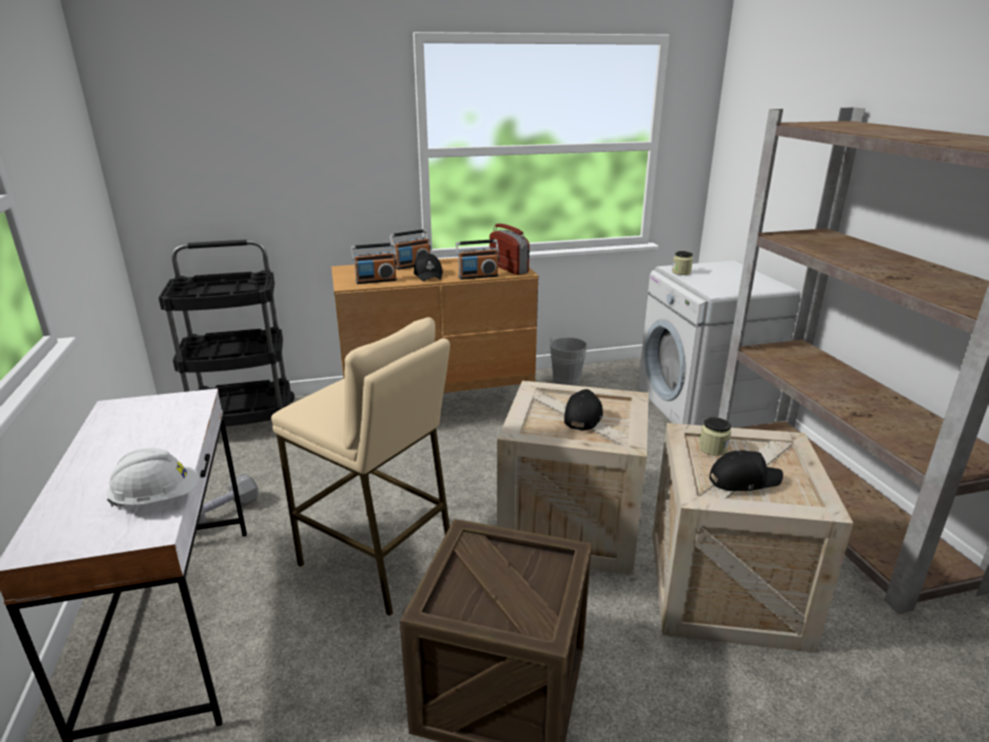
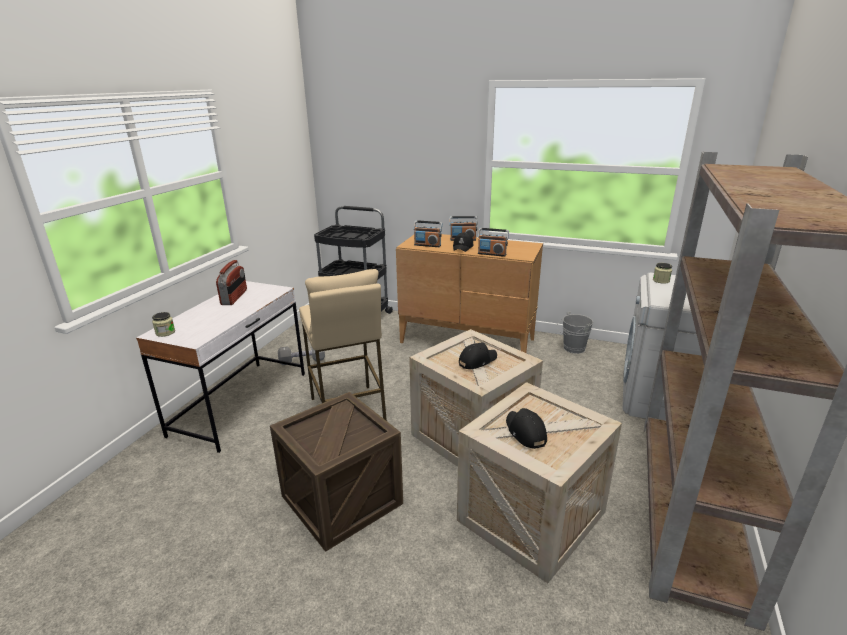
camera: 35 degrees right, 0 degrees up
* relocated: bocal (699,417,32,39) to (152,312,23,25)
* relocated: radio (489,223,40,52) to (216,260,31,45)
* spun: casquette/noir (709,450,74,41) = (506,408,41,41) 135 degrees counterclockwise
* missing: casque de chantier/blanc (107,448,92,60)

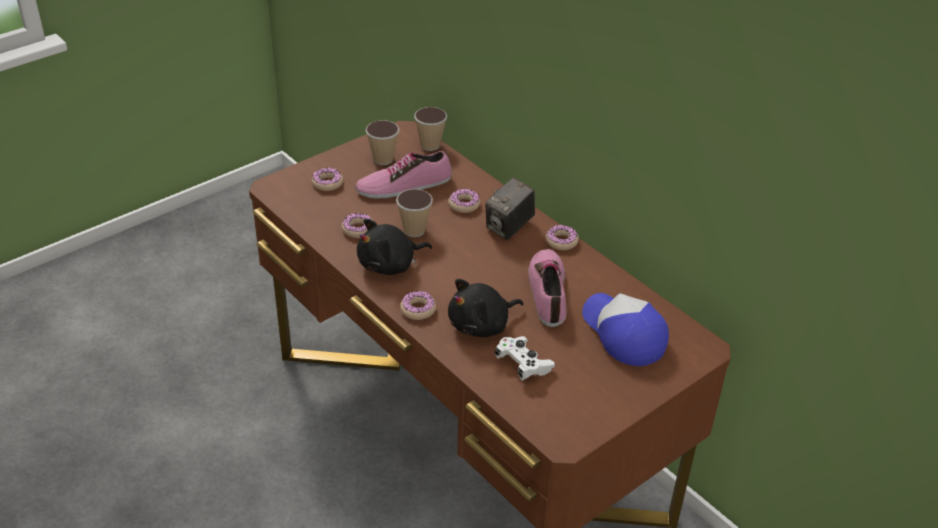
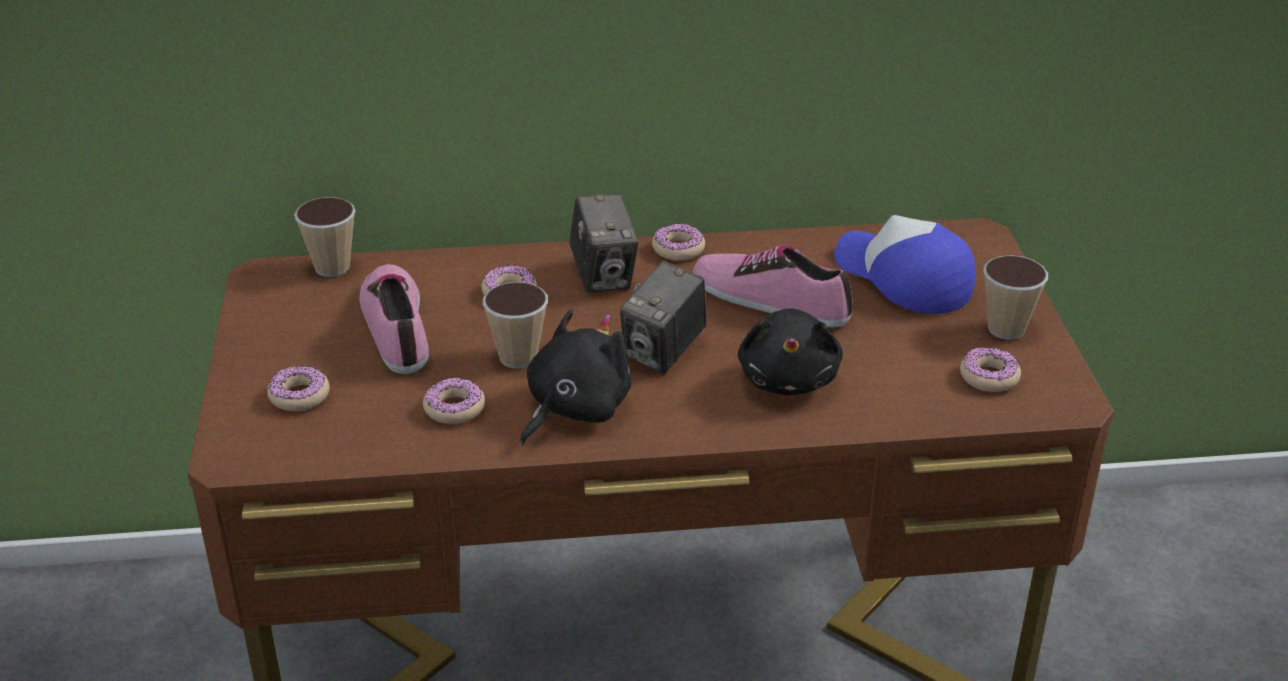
camera: 55 degrees left, 5 degrees down
* spun: chaussure (356,151,96,48) = (360,264,69,110) 150 degrees clockwise
* spun: peluche/noir (357,219,75,56) = (520,309,111,137) 150 degrees counterclockwise
* appeared: appareil photo (620,261,86,113)
* spun: casquette (582,293,87,73) = (834,215,142,99) 45 degrees clockwise
* relocated: beignet (400,291,36,29) to (960,347,61,45)
* relocated: tasse (366,120,33,45) to (983,255,65,85)
* missing: manette/blanc (495,336,60,45)

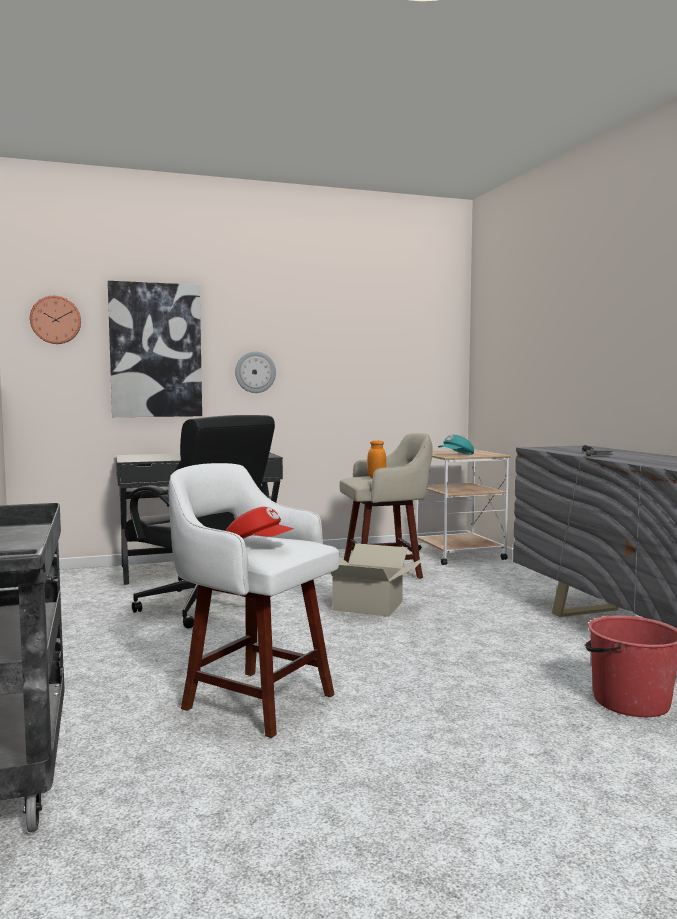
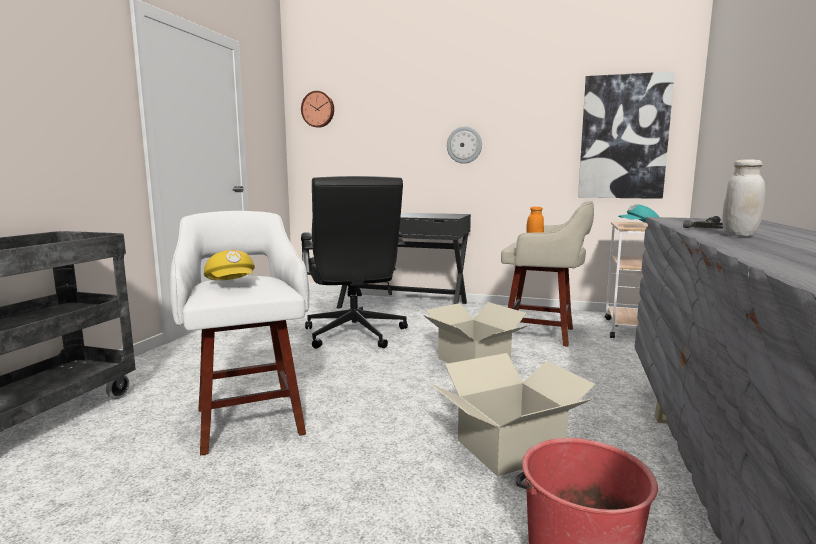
camera: 35 degrees right, 5 degrees up
* colour: casquette/rouge (226,507,67,32) to casquette/jaune (204,250,51,30)
* appeared: carton (431,353,165,124)
* relocated: tableau (108,281,94,136) to (578,71,97,128)
* appeared: bocal/blanc (722,160,44,76)

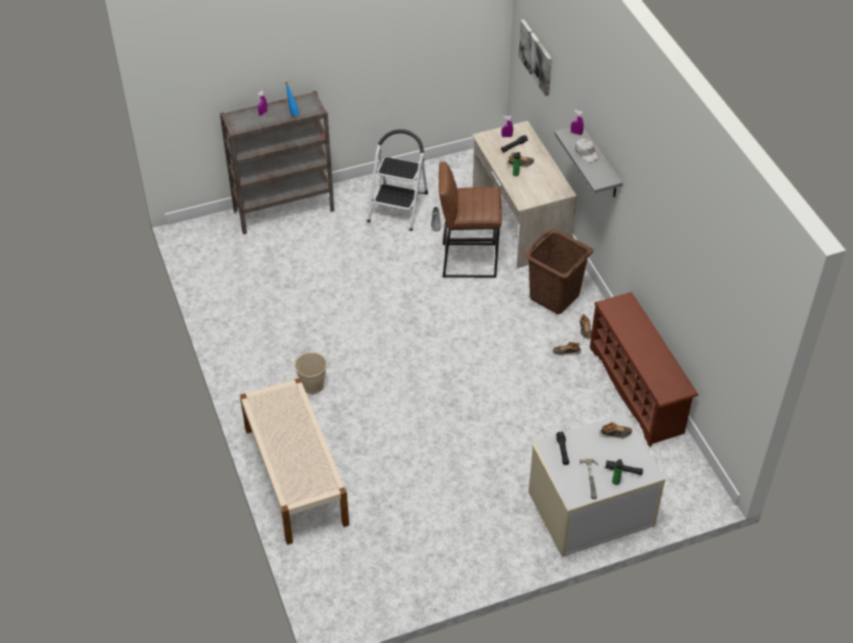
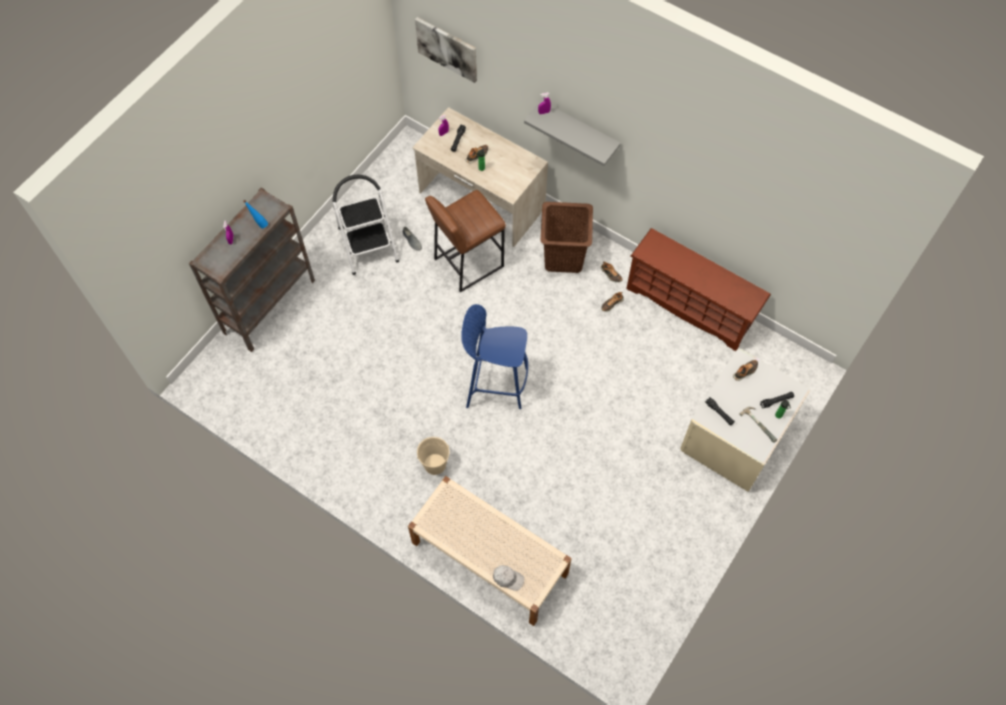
camera: 35 degrees left, 15 degrees up
* appeared: tabouret/bleu (461,304,67,105)
* relocated: casquette/blanc (575,138,25,25) to (493,565,31,26)

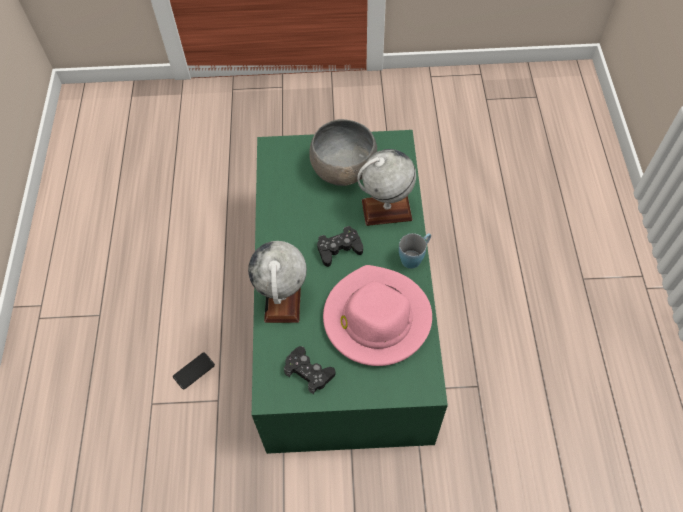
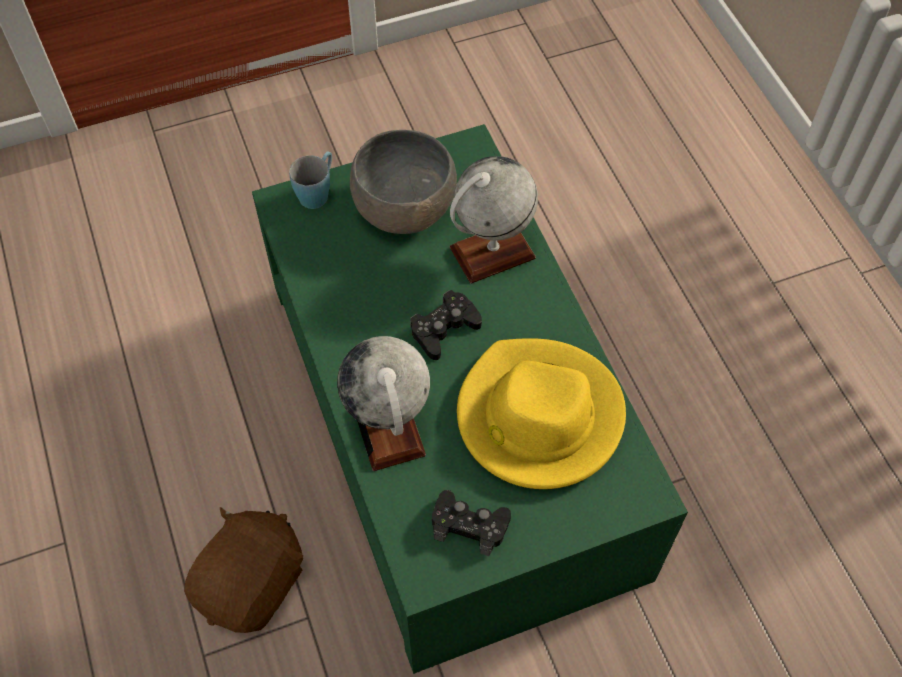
camera: 20 degrees left, 0 degrees up
* exchanged: téléphone (173,353,42,36) to peluche/marron (184,507,119,126)
* relocated: mug/bleu (399,233,32,36) to (289,151,43,58)
* colour: chapeau/rose (323,265,109,101) to chapeau/jaune (457,338,169,151)

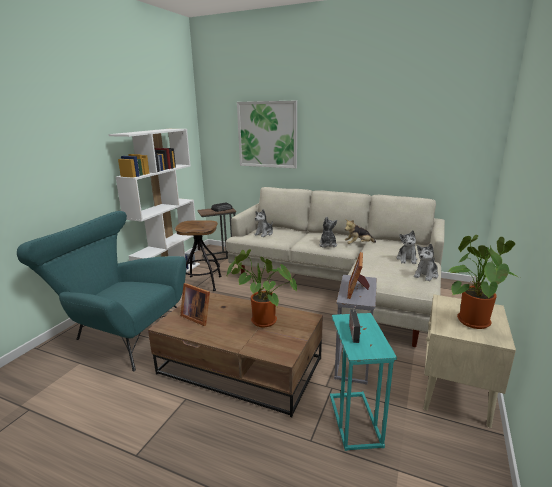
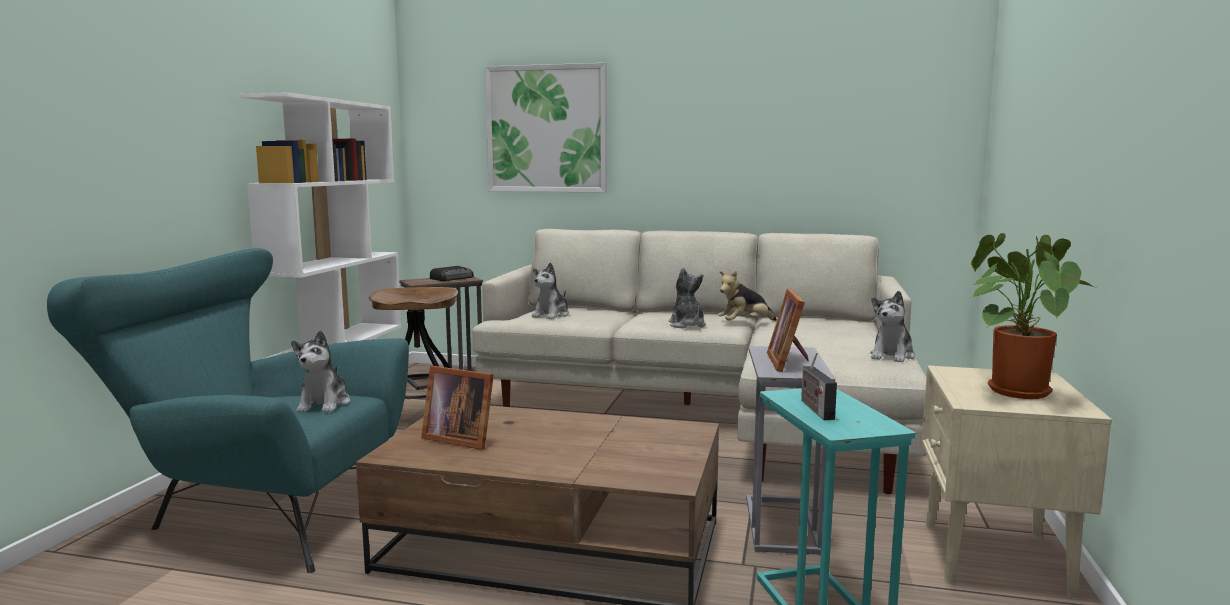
camera: 10 degrees left, 10 degrees down
* relocated: peluche (397,230,21,34) to (291,330,59,83)
* missing: plante en pot (227,249,70,78)

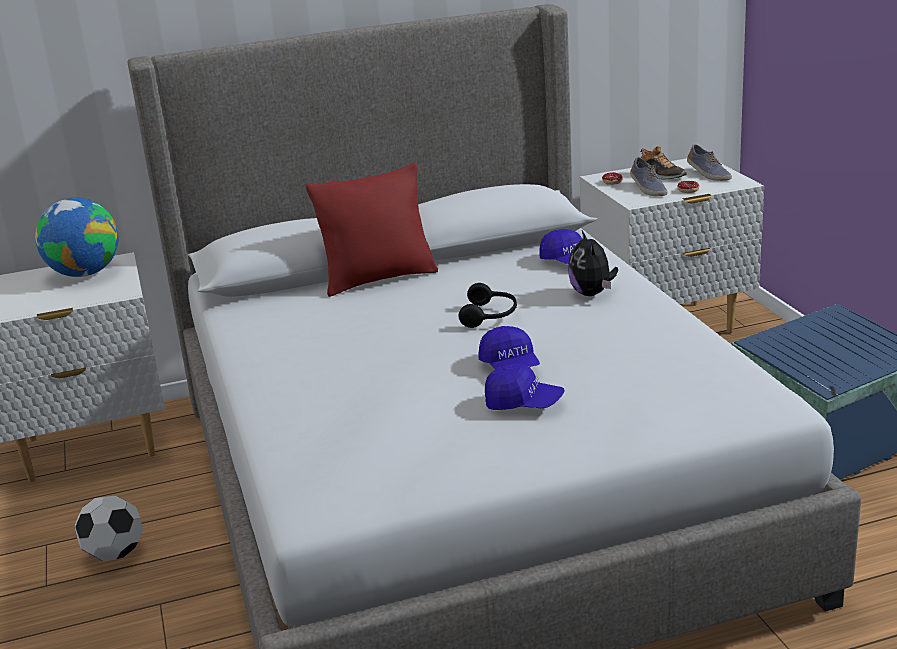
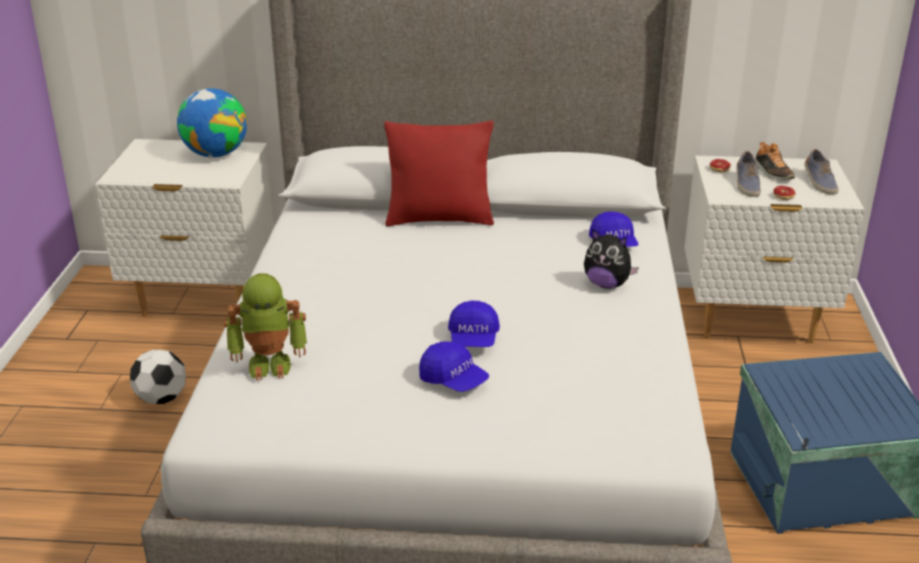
camera: 20 degrees right, 5 degrees up
* appeared: robot jouet (224,273,83,108)
* spun: peluche (568,231,50,65) = (584,229,55,60) 75 degrees counterclockwise
* missing: casque audio/noir (459,283,58,45)

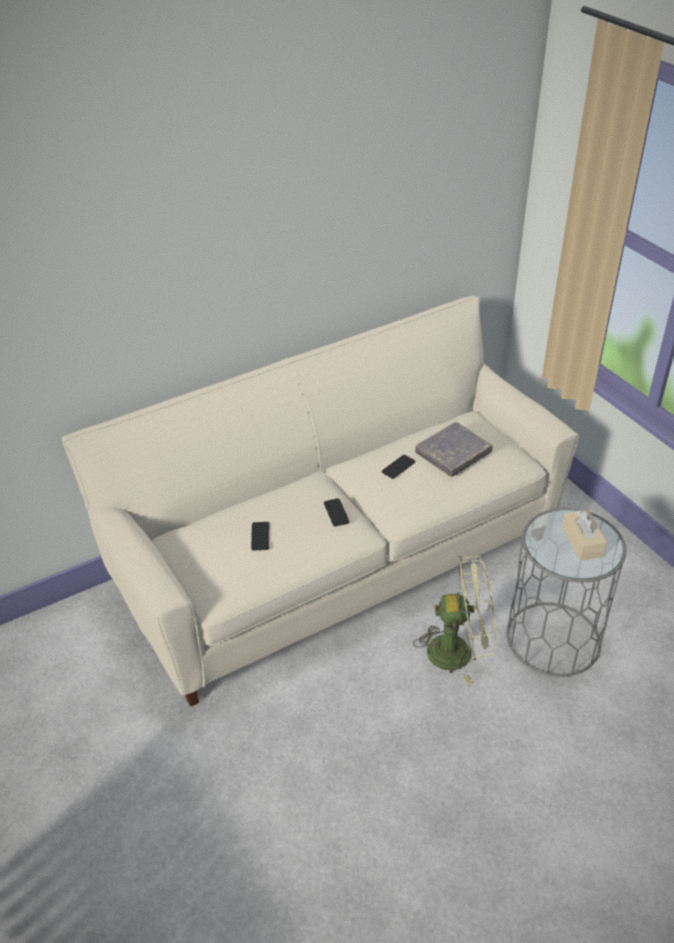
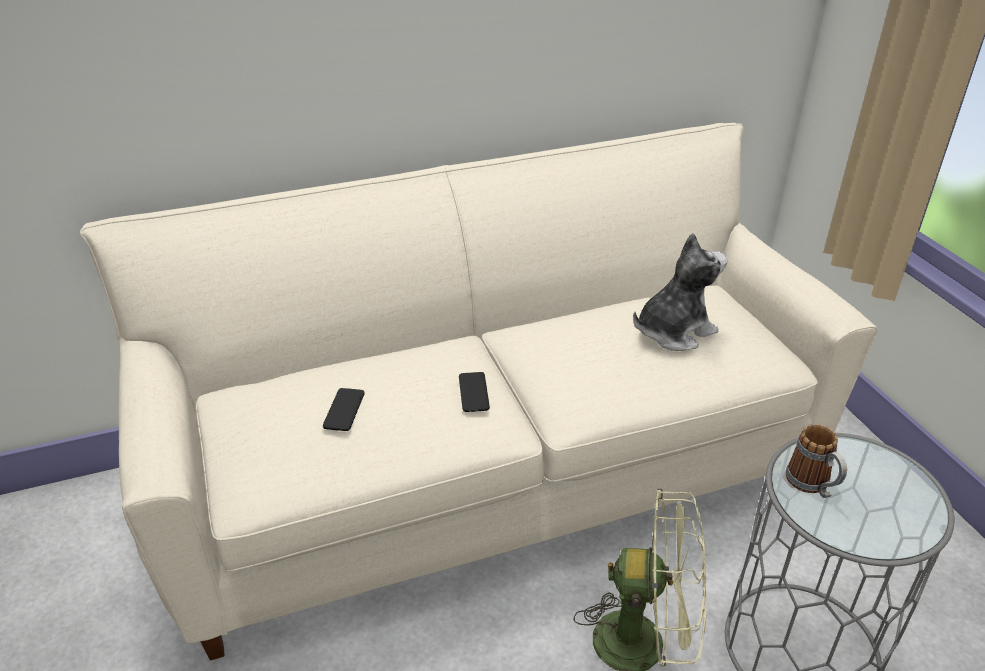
camera: 10 degrees right, 5 degrees down
* exchanged: livre/gris (415,422,78,55) to peluche (633,233,94,118)
* appeared: mug (786,424,61,74)
* missing: téléphone (382,455,33,24)
* missing: boîte à mouchoirs/beige (562,510,45,51)

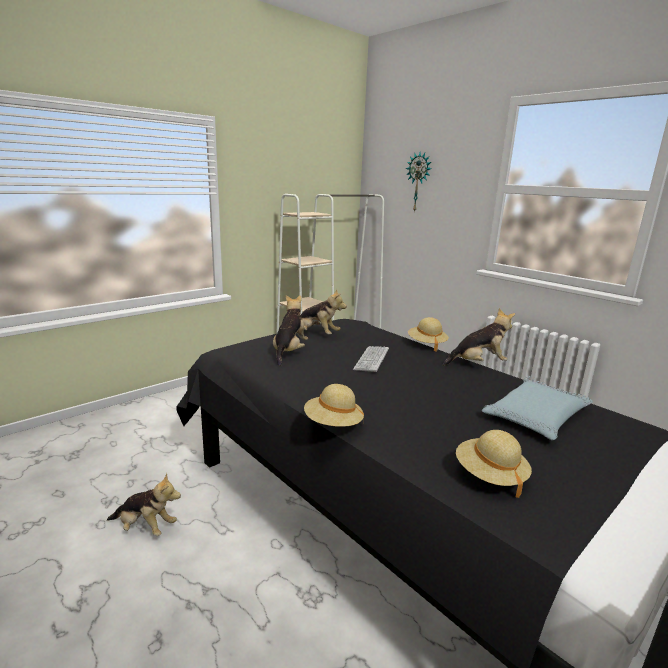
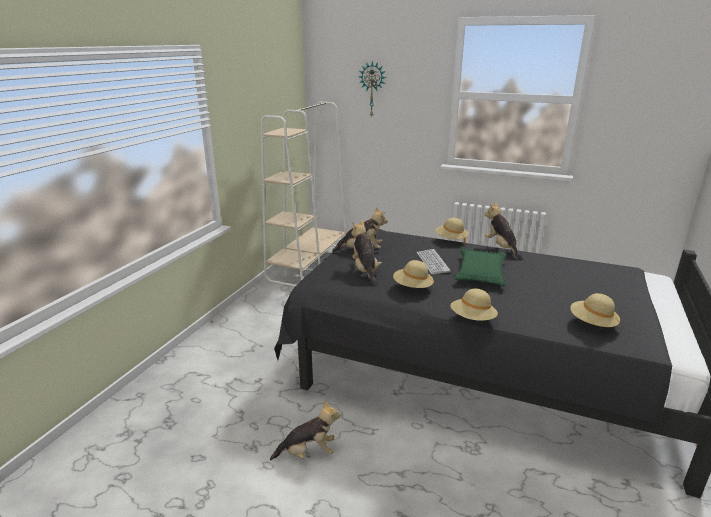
camera: 25 degrees left, 5 degrees up
* appeared: chapeau/beige (393,260,41,30)
* appeared: coussin/vert (454,247,52,39)
* spun: peluche (443,308,72,58) = (485,202,37,57) 75 degrees counterclockwise
* missing: coussin/bleu (482,376,111,65)

